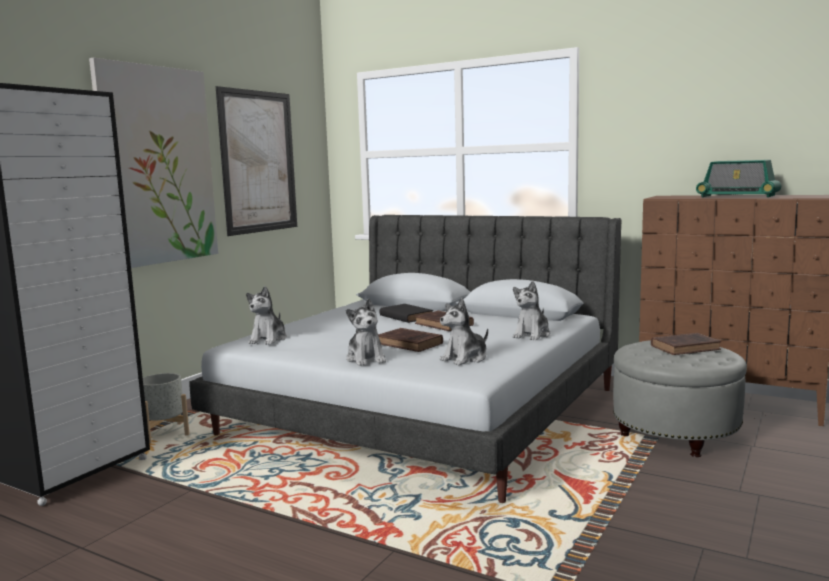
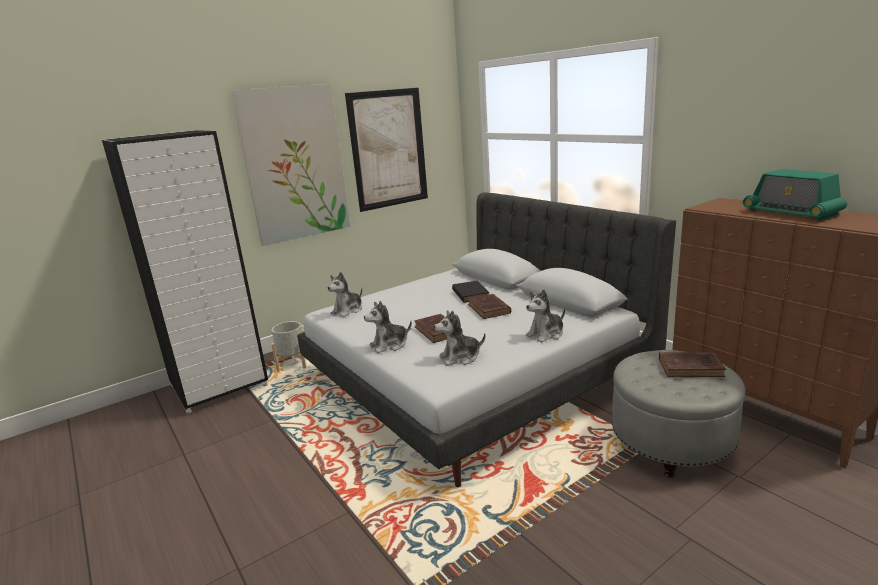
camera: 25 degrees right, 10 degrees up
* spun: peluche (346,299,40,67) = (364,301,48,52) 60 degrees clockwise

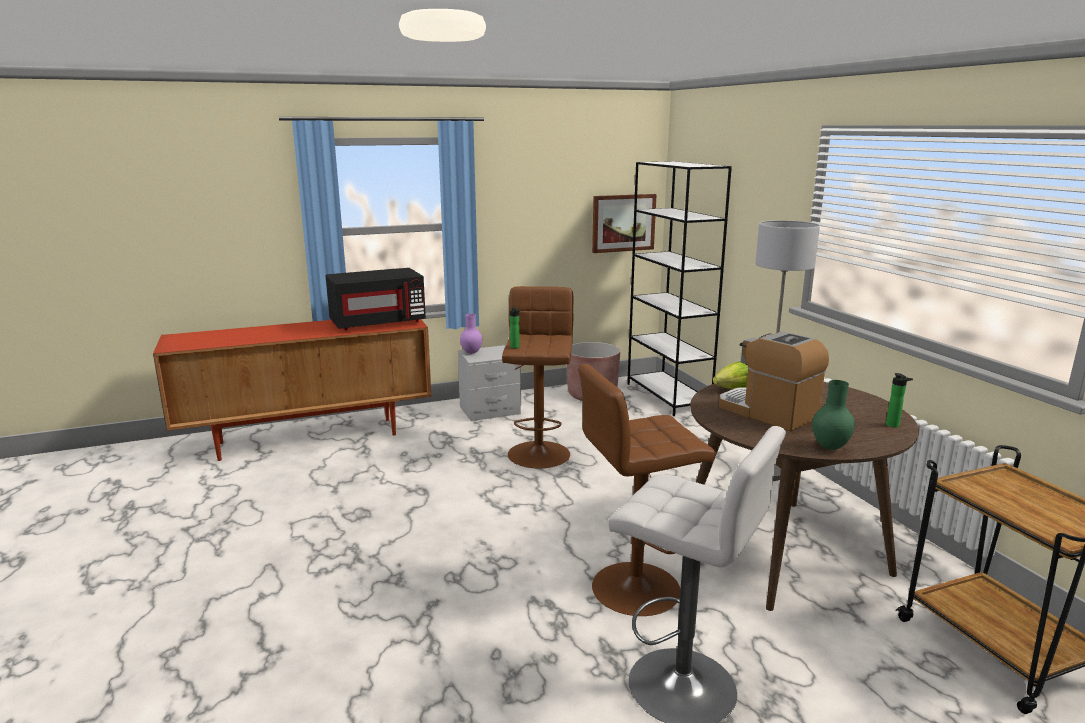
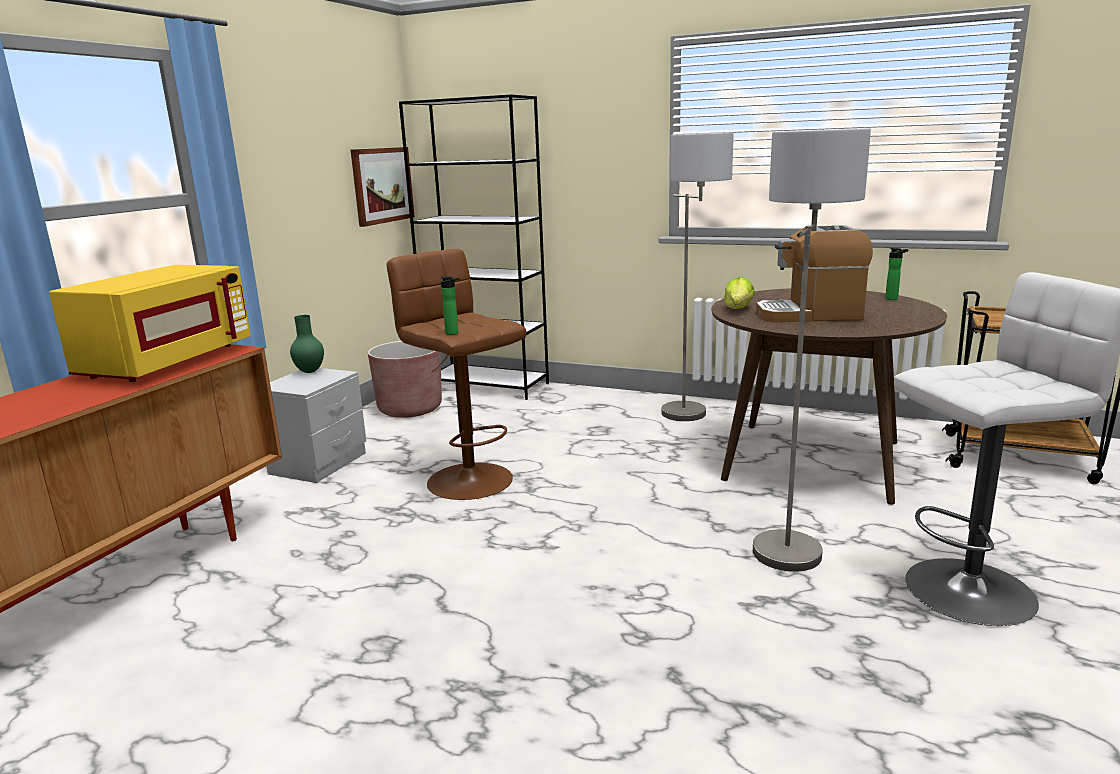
camera: 45 degrees left, 0 degrees up
* colour: micro-ondes/noir (326,268,100,62) to micro-ondes/jaune (49,265,202,117)
* relocated: vase/vert (812,380,43,70) to (290,315,34,58)
* exchanged: tabouret/marron (578,364,138,252) to lampadaire/gris (753,128,118,444)
* missing: vase/violet (460,314,22,40)

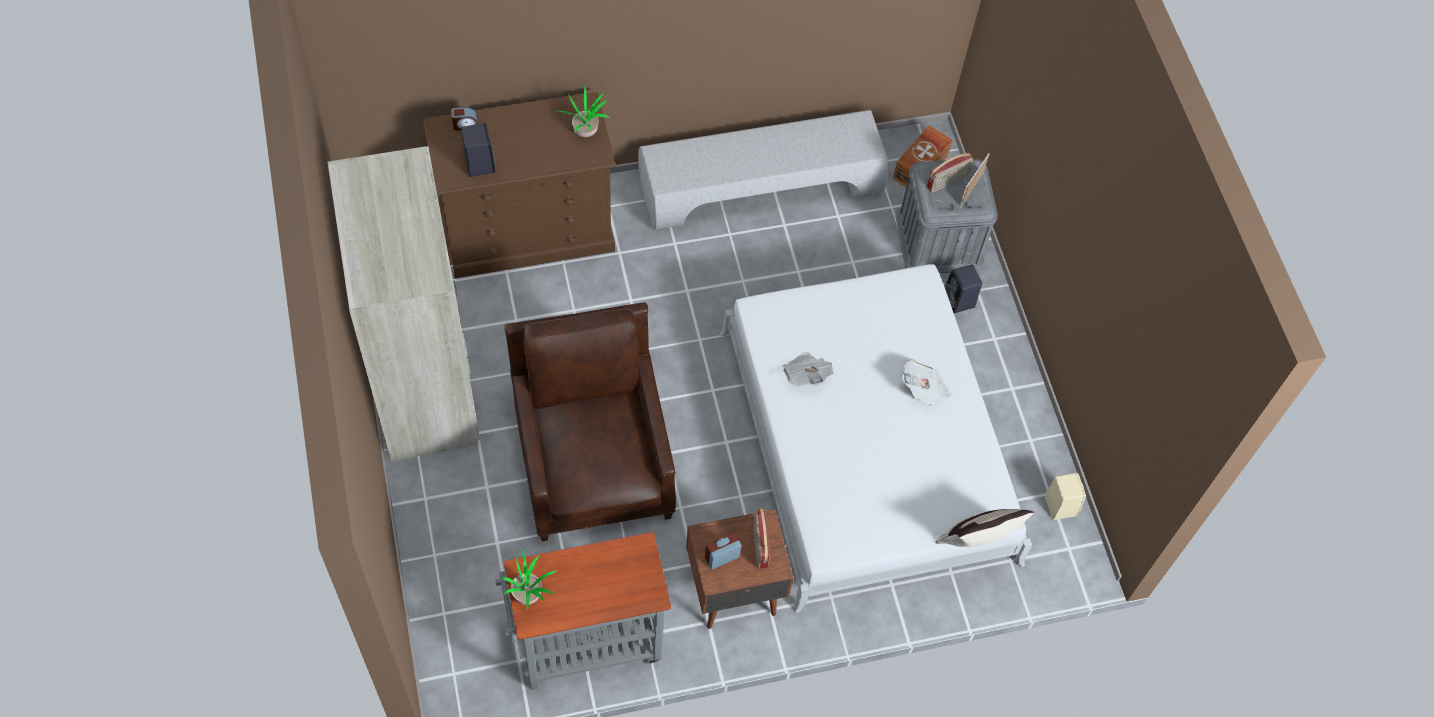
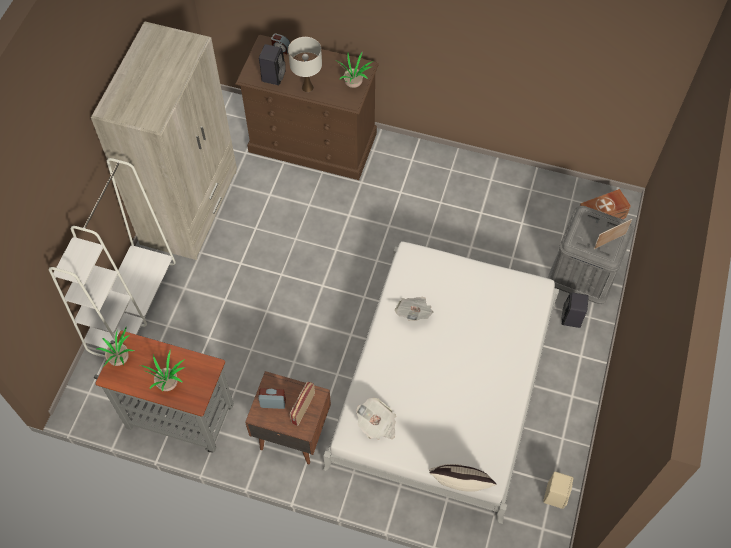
camera: 35 degrees right, 0 degrees up
* appeared: portant/blanc (49,158,127,200)
* appeared: plante en pot (140,349,45,42)
* appeared: lampe de table/blanc (288,37,34,55)
* relocated: journal (901,360,50,45) to (356,398,40,42)
* missing: fauteuil/marron (504,302,172,239)
* missing: banc/gris (638,110,250,120)
* missing: radio (927,153,46,40)

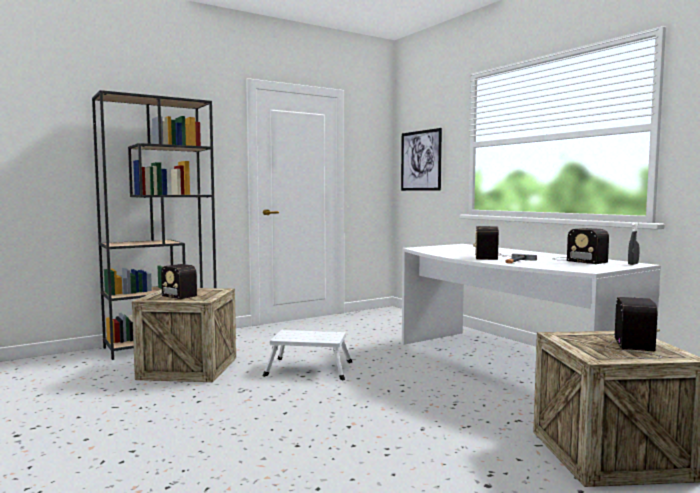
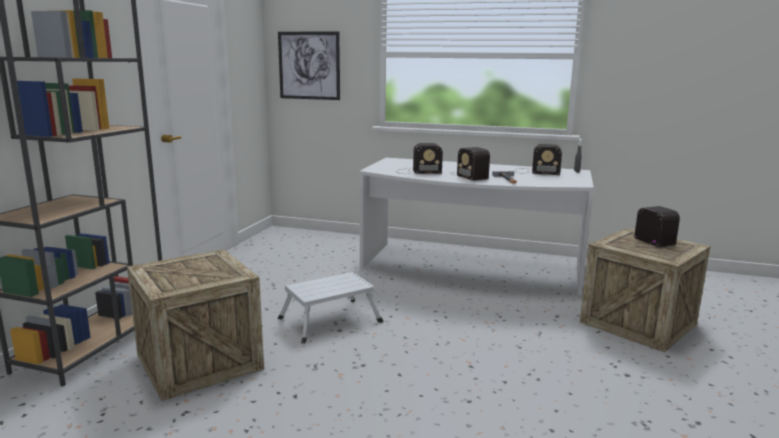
camera: 40 degrees left, 10 degrees up
* relocated: radio (154,264,43,35) to (396,143,47,31)

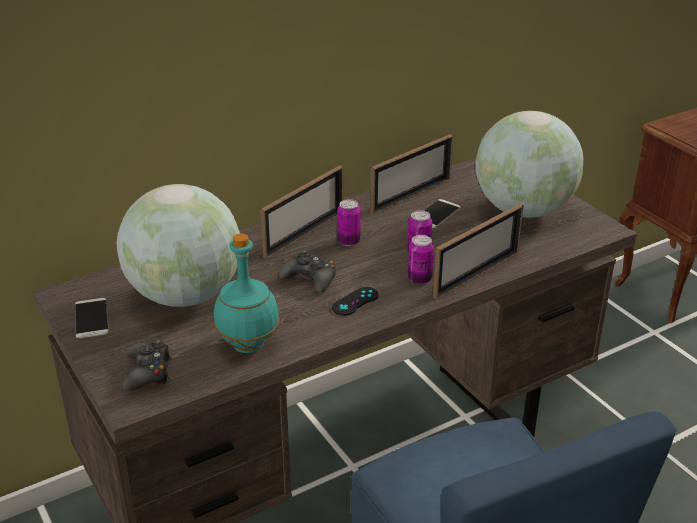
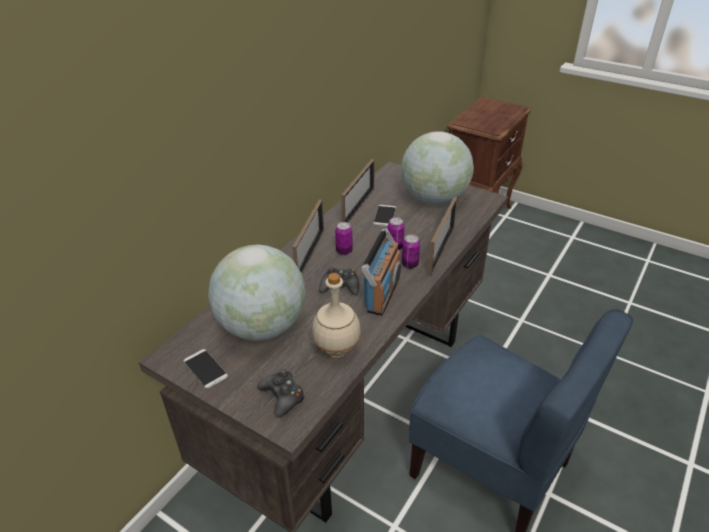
camera: 25 degrees left, 5 degrees up
* colour: bouteille/turquoise (214,233,66,120) to bouteille/beige (312,273,49,85)
* exchanged: manette/noir (332,287,47,29) to radio (361,228,40,88)

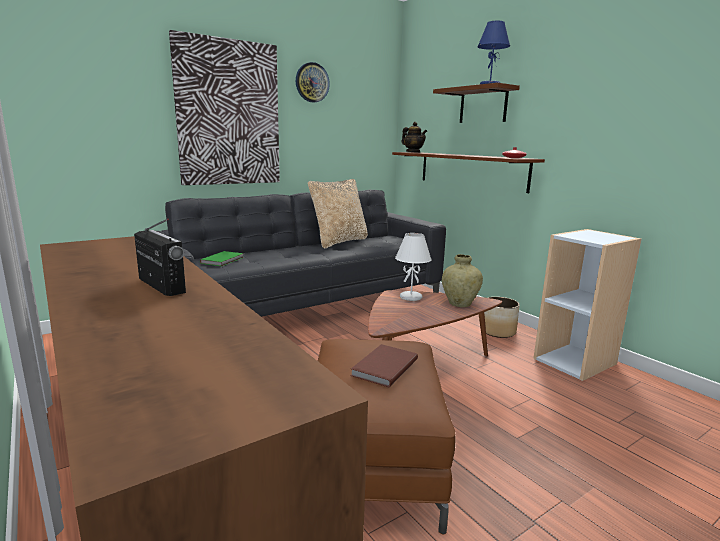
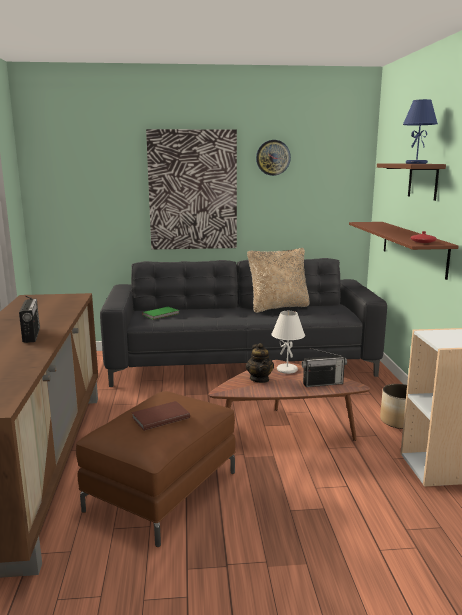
camera: 30 degrees right, 0 degrees up
* relocated: théière (401,122,26,31) to (246,343,28,40)
* exchanged: vase/beige (442,254,41,53) to radio (302,348,45,39)

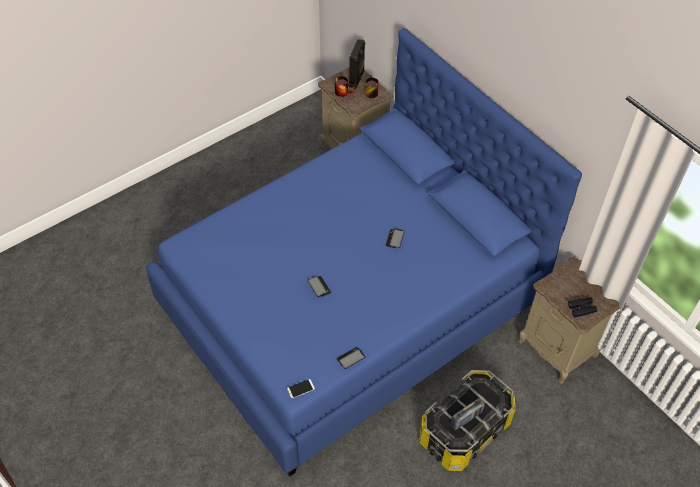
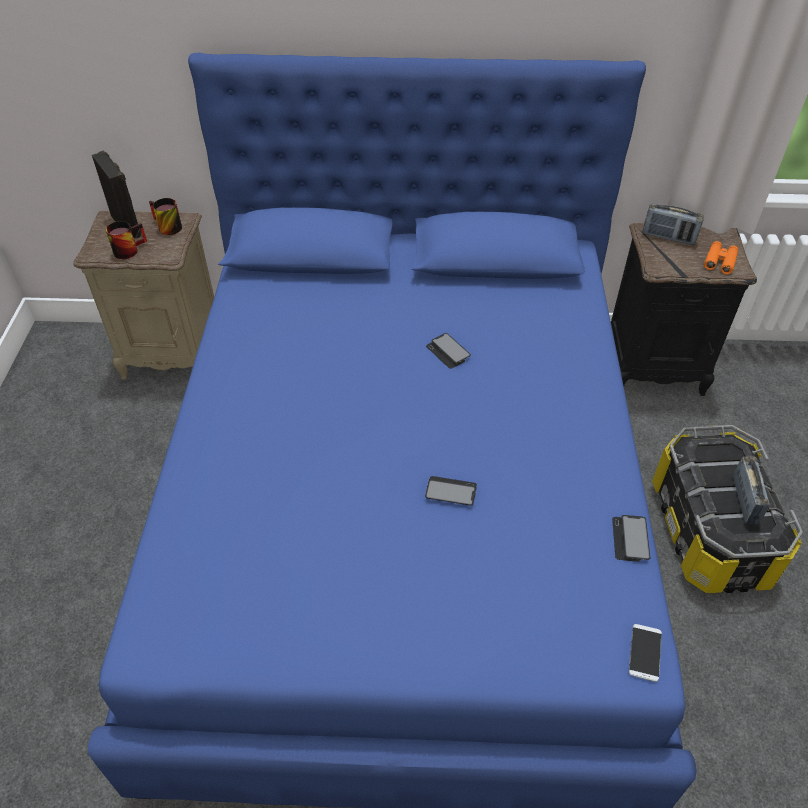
camera: 50 degrees left, 5 degrees down
* colour: table de chevet/beige (519,256,107,128) to table de chevet/noir (611,223,146,173)
* appeared: radio (642,203,62,42)
* colour: jumelles/noir (568,297,29,20) to jumelles/orange (704,241,34,33)

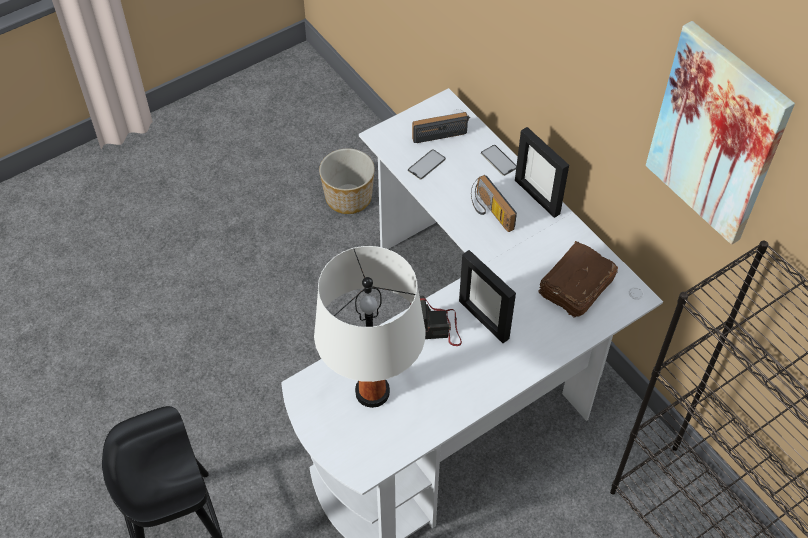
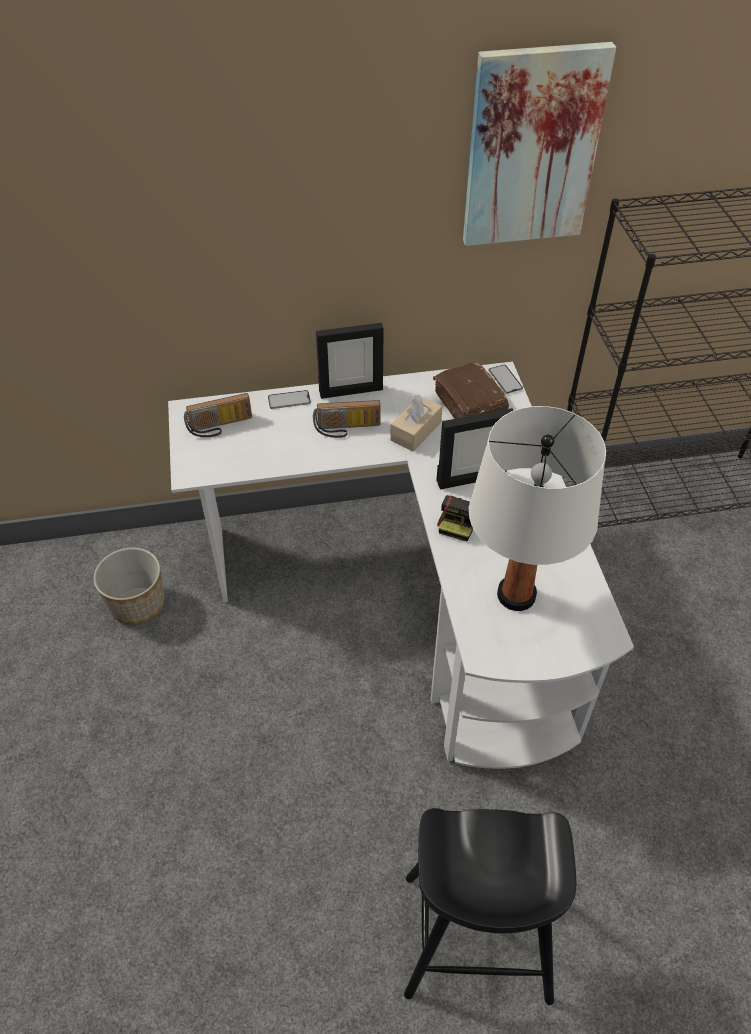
camera: 65 degrees left, 5 degrees down
* spun: radio (412,112,58,31) = (184,393,68,44) 120 degrees counterclockwise
* appeared: boîte à mouchoirs/beige (390,395,52,56)
* relocated: téléphone (408,149,38,31) to (488,365,35,29)

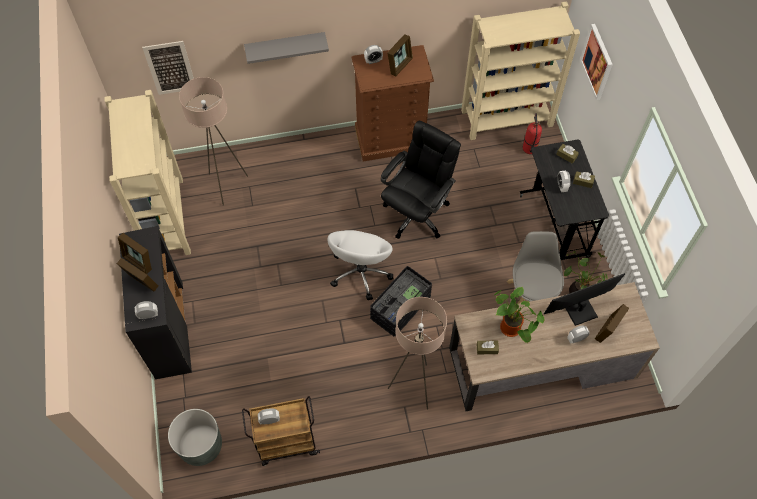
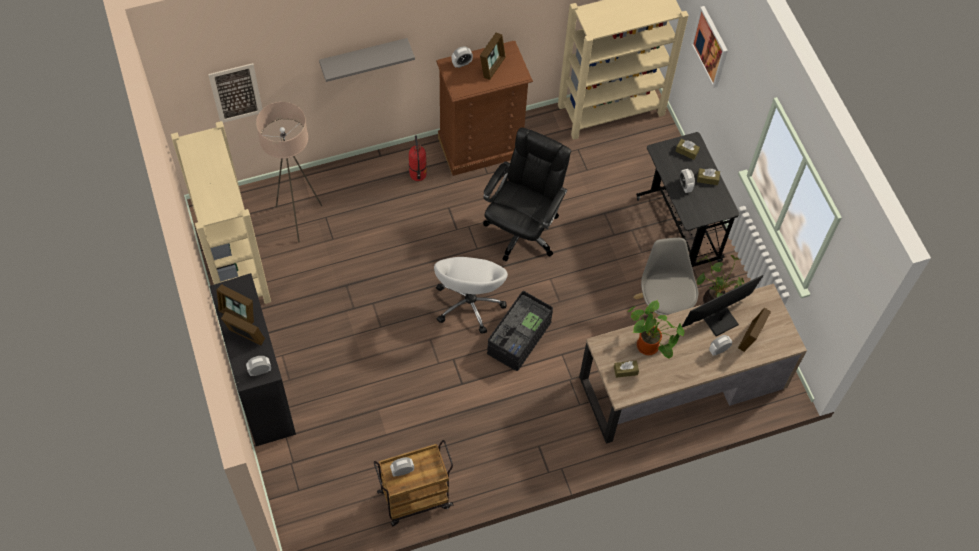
camera: 10 degrees left, 0 degrees up
* relocated: extincteur (523,113,19,41) to (409,135,18,46)
* missing: cache-pot/gris (168,409,54,57)
* missing: lampadaire/beige (388,297,59,113)

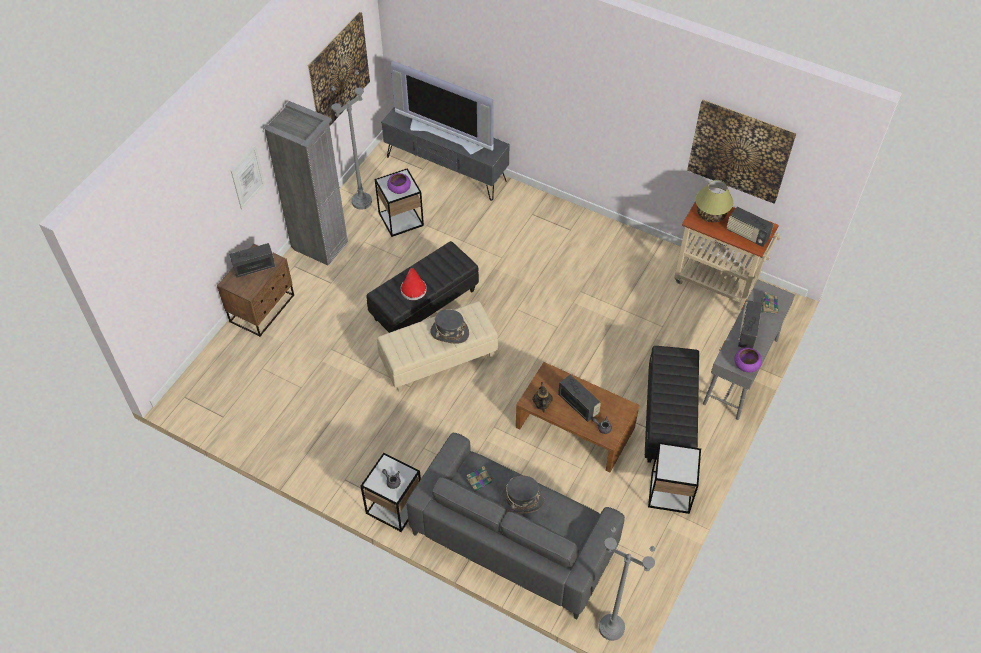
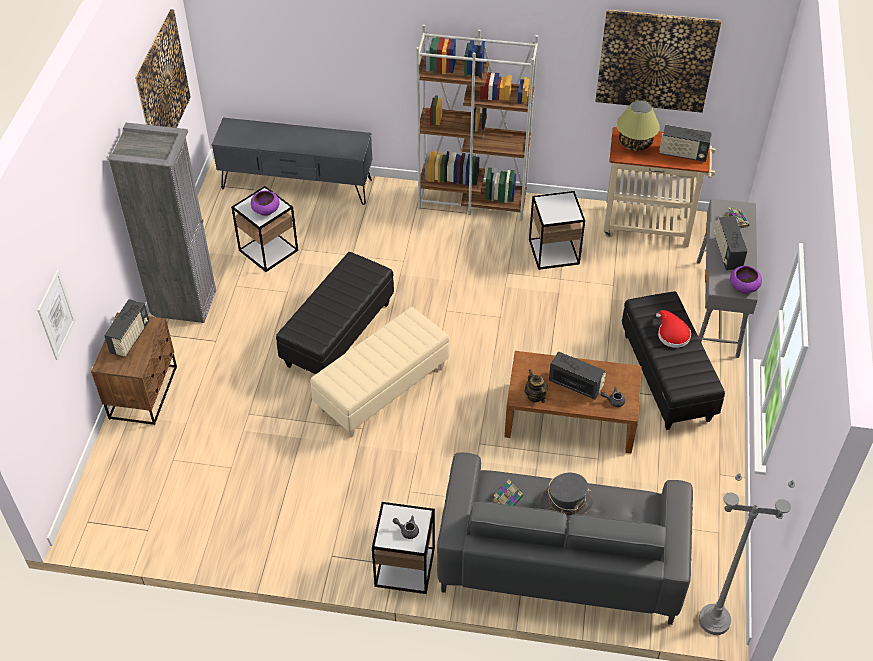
camera: 20 degrees left, 5 degrees down
* relocated: tableau (231,145,34,65) to (37,270,39,90)
* spun: radio (229,243,47,35) = (104,299,45,58) 150 degrees clockwise
* appeared: bibliothèque/marron (416,24,122,197)
* relocated: table d'appoint (648,442,53,72) to (529,191,56,79)
* relocated: chapeau/rouge (401,268,26,32) to (656,310,35,38)
* missing: lampadaire/gris (331,70,41,140)
* missing: téléviseur (391,61,103,93)
* missing: chapeau/gris (430,309,39,35)

